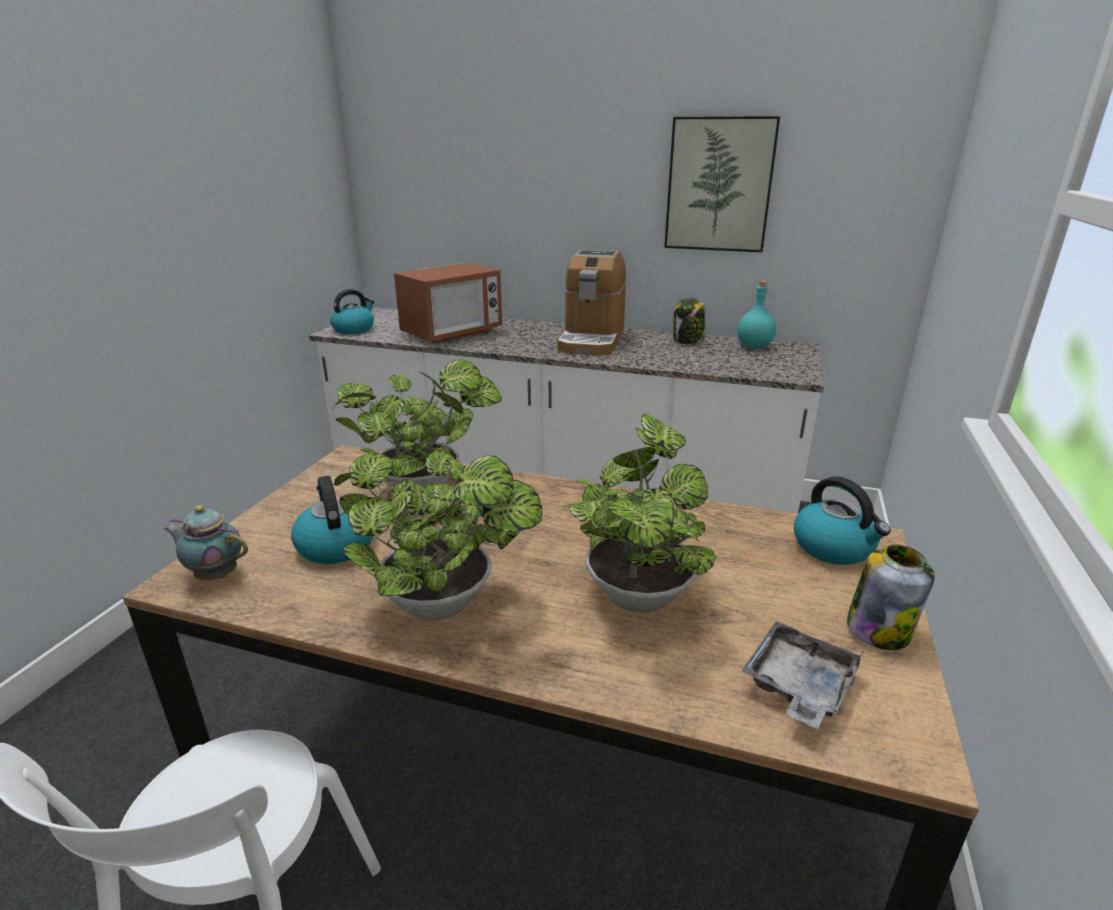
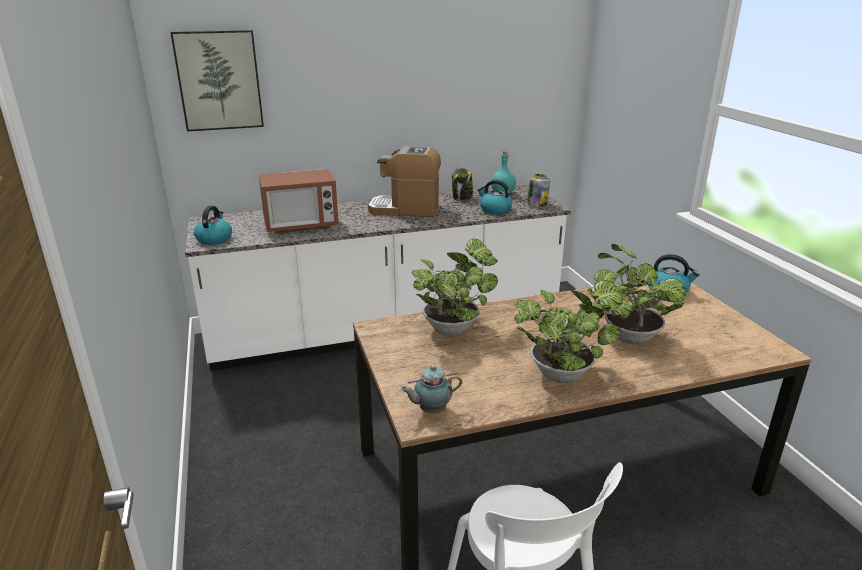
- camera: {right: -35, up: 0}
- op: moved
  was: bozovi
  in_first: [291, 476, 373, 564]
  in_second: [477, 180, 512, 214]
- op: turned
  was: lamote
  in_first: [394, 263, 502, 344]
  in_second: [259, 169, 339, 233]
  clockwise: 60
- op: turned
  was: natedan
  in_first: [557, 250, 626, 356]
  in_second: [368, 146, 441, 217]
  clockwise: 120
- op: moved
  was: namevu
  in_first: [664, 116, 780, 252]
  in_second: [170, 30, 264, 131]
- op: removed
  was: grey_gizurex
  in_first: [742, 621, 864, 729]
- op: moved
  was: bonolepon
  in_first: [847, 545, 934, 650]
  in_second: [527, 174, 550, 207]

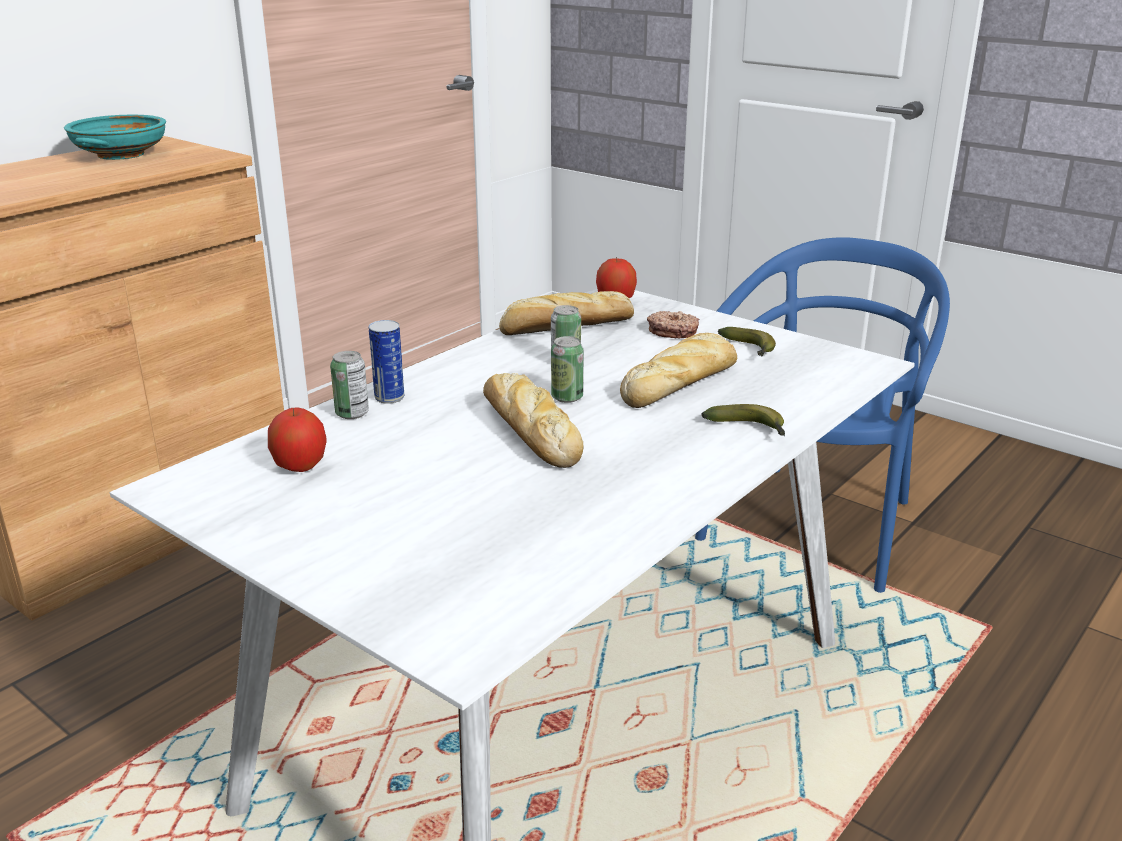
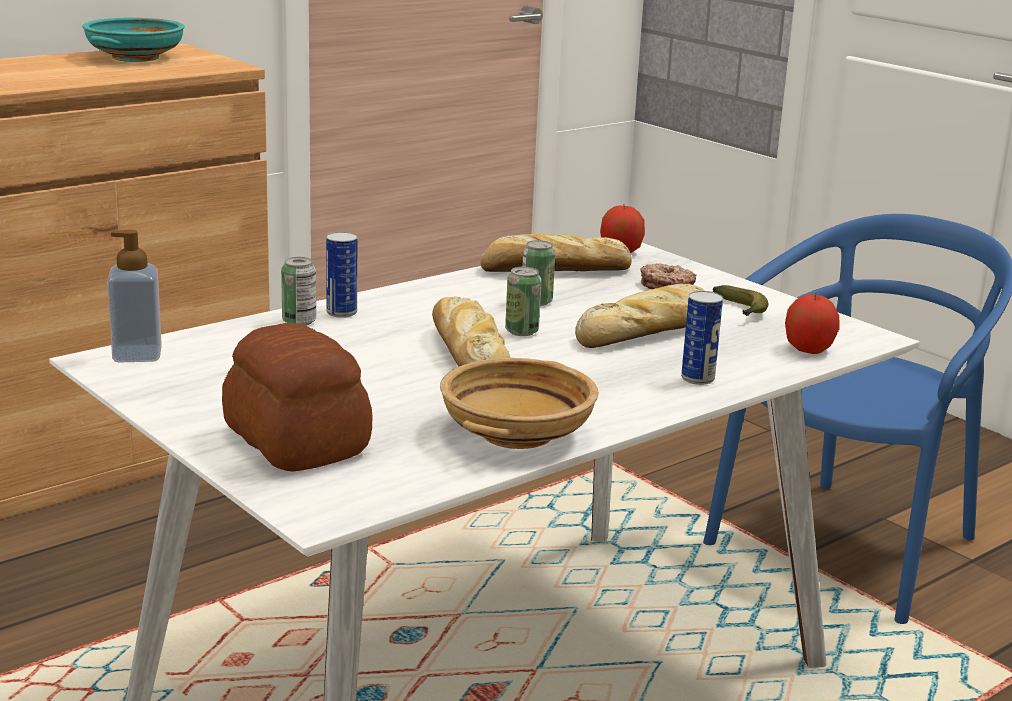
- camera: {right: 10, up: -5}
- op: moved
  was: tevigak
  in_first: [268, 407, 326, 472]
  in_second: [785, 294, 840, 354]
- op: replaced
  was: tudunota
  now: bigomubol
  in_first: [702, 404, 785, 436]
  in_second: [681, 291, 723, 385]
- op: added
  now: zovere
  in_second: [107, 230, 162, 362]
- op: added
  now: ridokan
  in_second: [222, 323, 372, 472]
- op: added
  now: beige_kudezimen
  in_second: [440, 358, 599, 449]

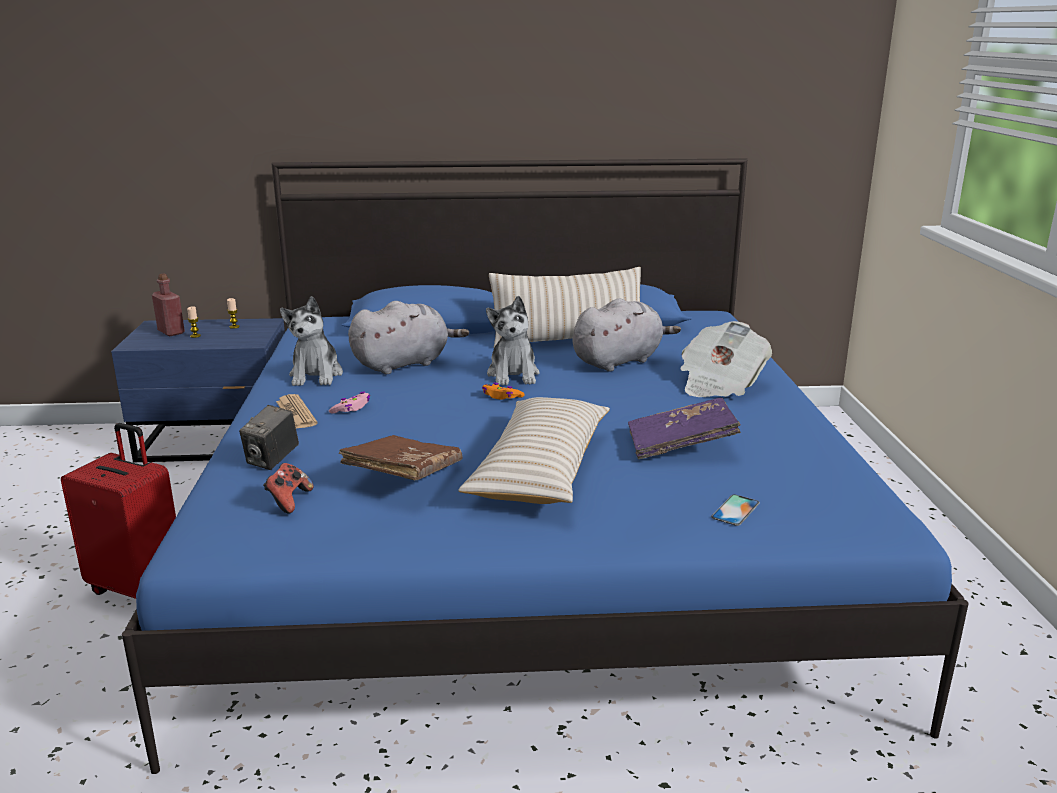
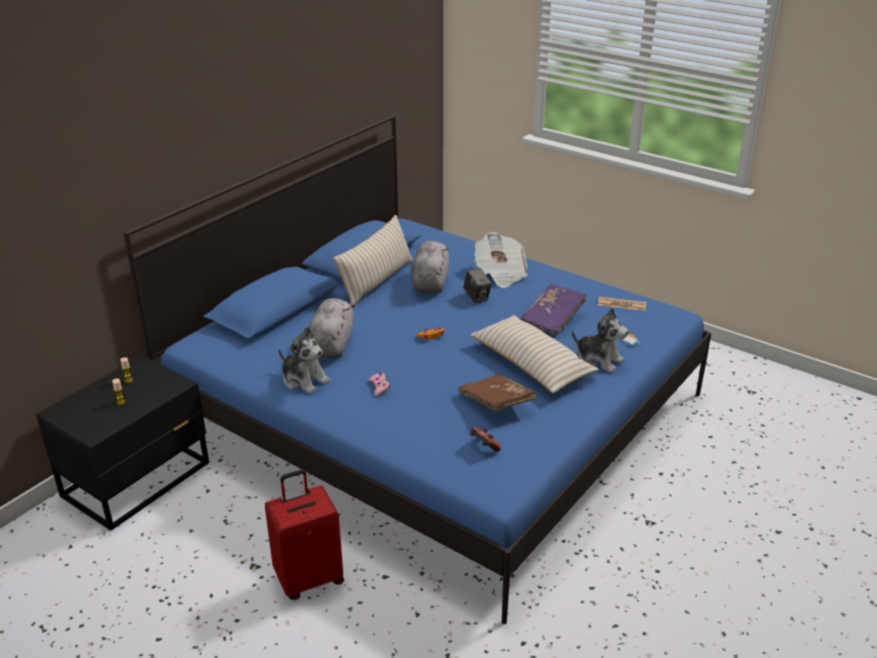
- camera: {right: -50, up: 10}
- op: recoloured
  was: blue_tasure
  now: black_tasure
  in_first: [111, 318, 285, 462]
  in_second: [36, 355, 209, 531]
- op: removed
  was: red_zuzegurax
  in_first: [152, 273, 185, 336]
- op: moved
  was: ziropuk
  in_first: [239, 405, 299, 470]
  in_second: [463, 268, 492, 303]
- op: moved
  was: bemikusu
  in_first: [276, 394, 318, 428]
  in_second: [598, 297, 646, 311]
- op: moved
  was: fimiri
  in_first: [486, 296, 540, 385]
  in_second: [572, 308, 629, 373]

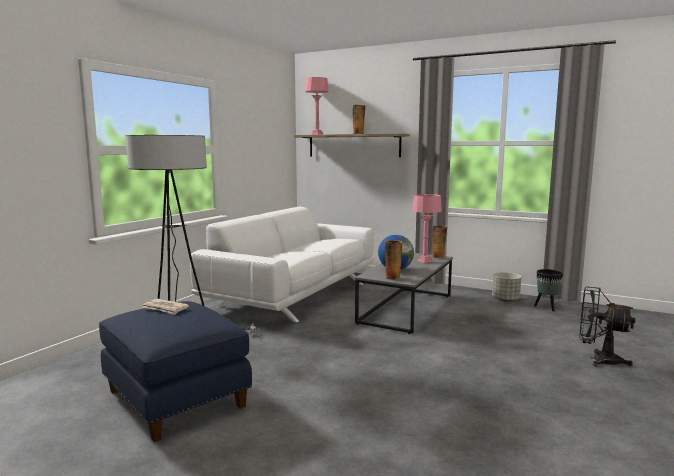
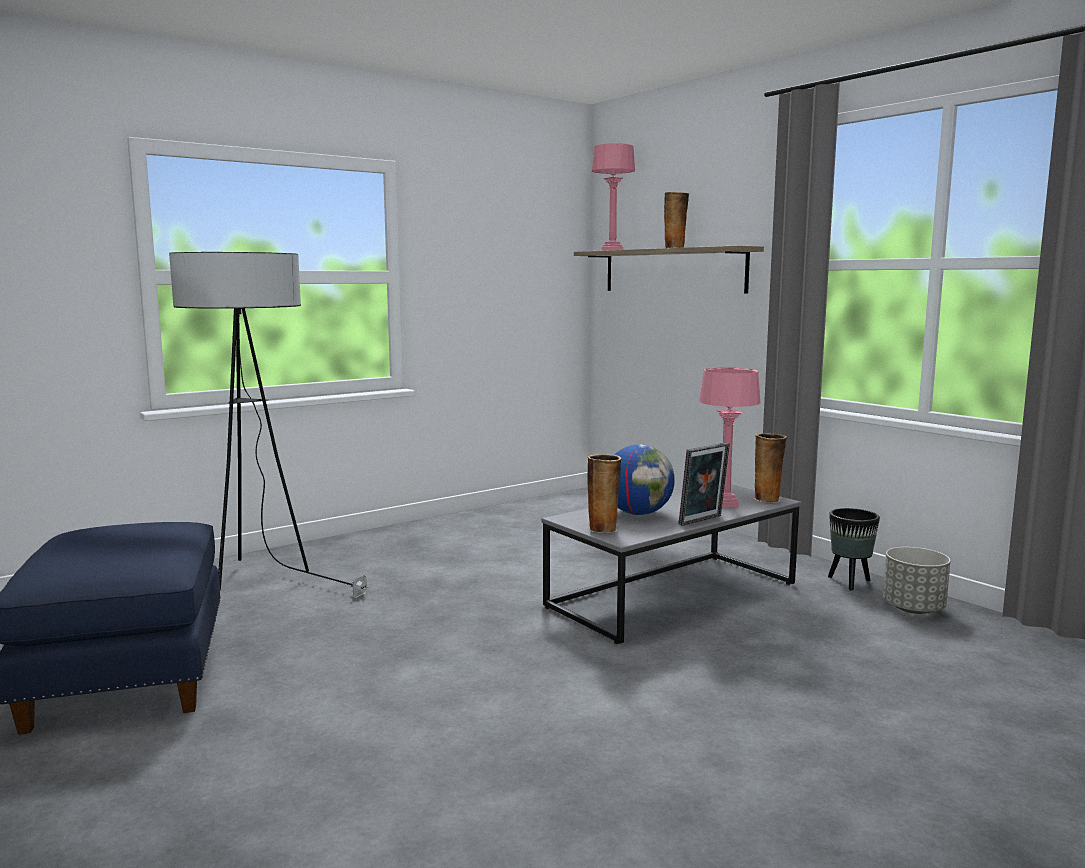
- camera: {right: 25, up: 0}
- op: removed
  was: bemikusu
  in_first: [143, 299, 189, 315]
- op: removed
  was: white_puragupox
  in_first: [190, 207, 374, 322]
- op: moved
  was: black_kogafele
  in_first: [534, 269, 563, 311]
  in_second: [828, 508, 880, 590]
- op: removed
  was: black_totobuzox
  in_first: [579, 287, 635, 367]
- op: added
  now: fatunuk
  in_second: [679, 443, 730, 526]

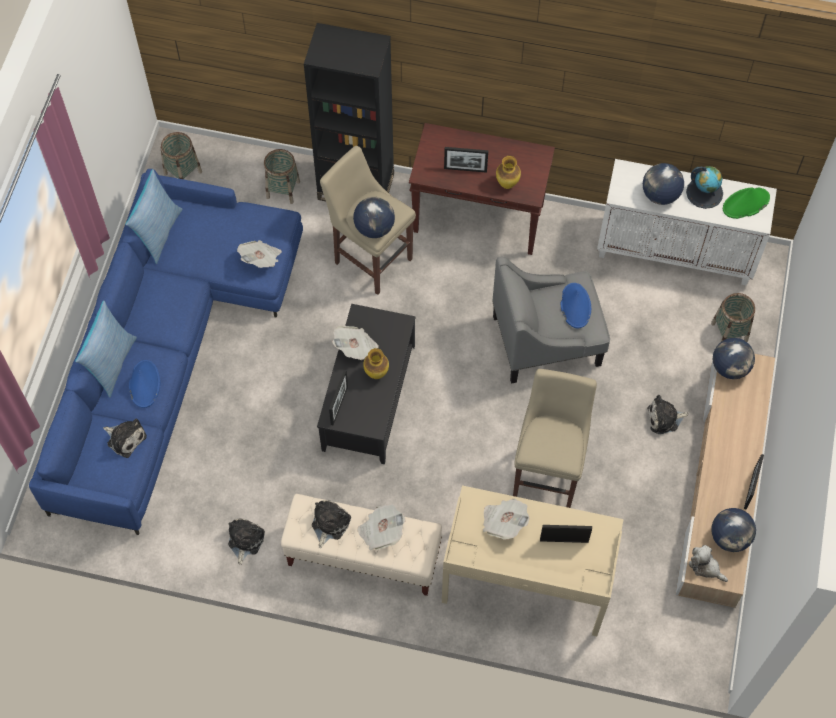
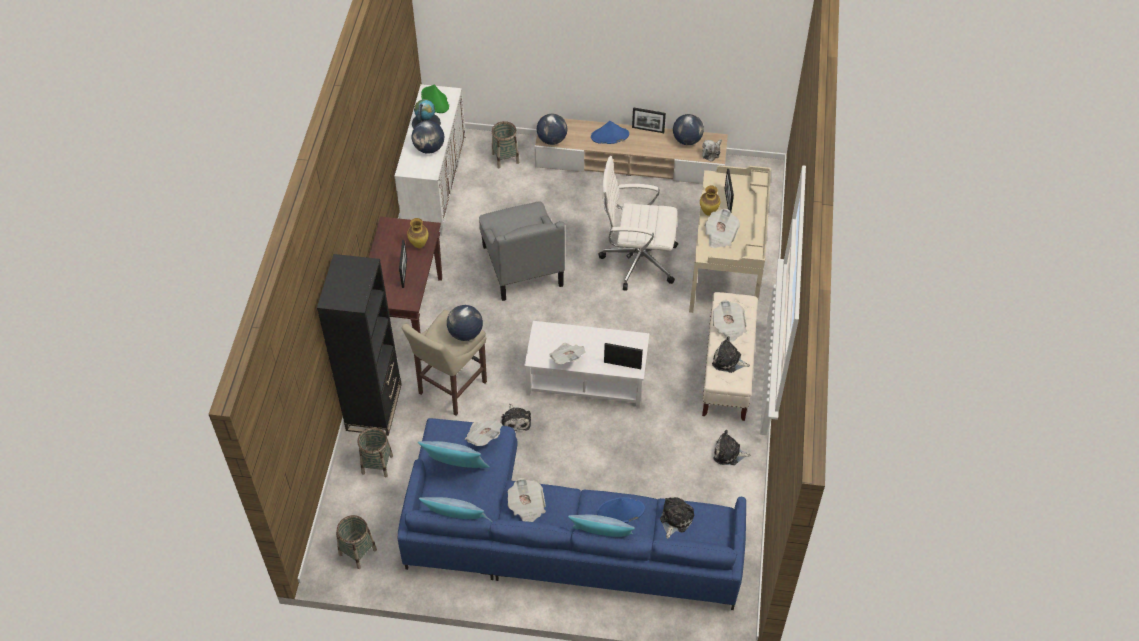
- camera: {right: -95, up: -10}
- op: recoloured
  was: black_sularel
  now: white_sularel
  in_first: [317, 304, 416, 464]
  in_second: [524, 321, 649, 408]
- op: moved
  was: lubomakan
  in_first: [363, 348, 389, 379]
  in_second: [700, 185, 720, 216]
- op: replaced
  was: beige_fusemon
  now: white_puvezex
  in_first: [513, 369, 597, 508]
  in_second: [598, 156, 678, 291]
- op: moved
  was: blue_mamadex
  in_first: [561, 283, 592, 328]
  in_second: [591, 121, 629, 144]
- op: moved
  was: fimiri
  in_first: [647, 395, 689, 434]
  in_second: [501, 404, 531, 431]
- op: added
  now: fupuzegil
  in_second: [418, 441, 490, 468]
- op: added
  now: bemikusu
  in_second: [508, 478, 546, 522]

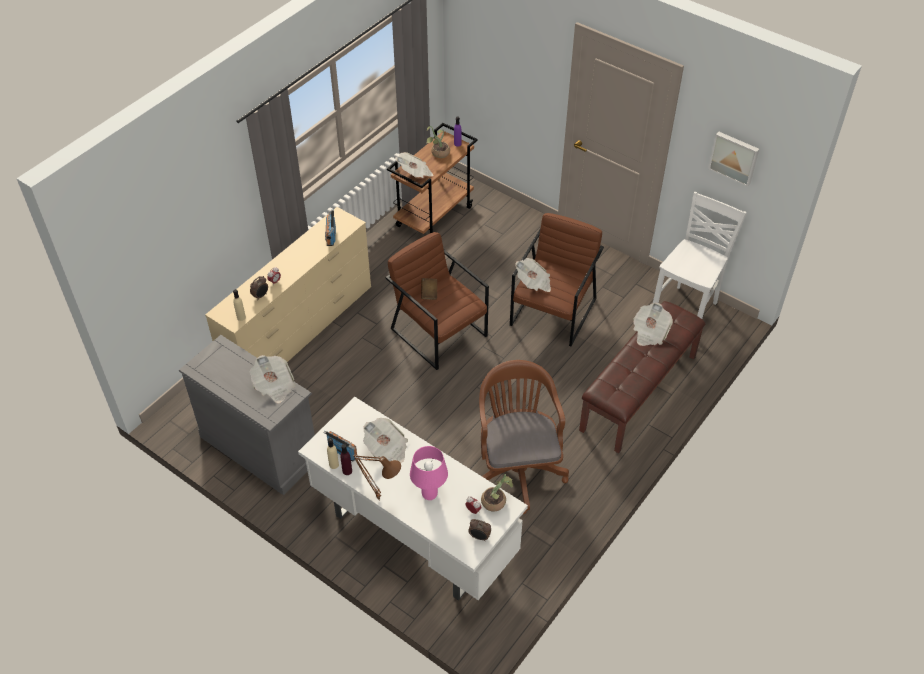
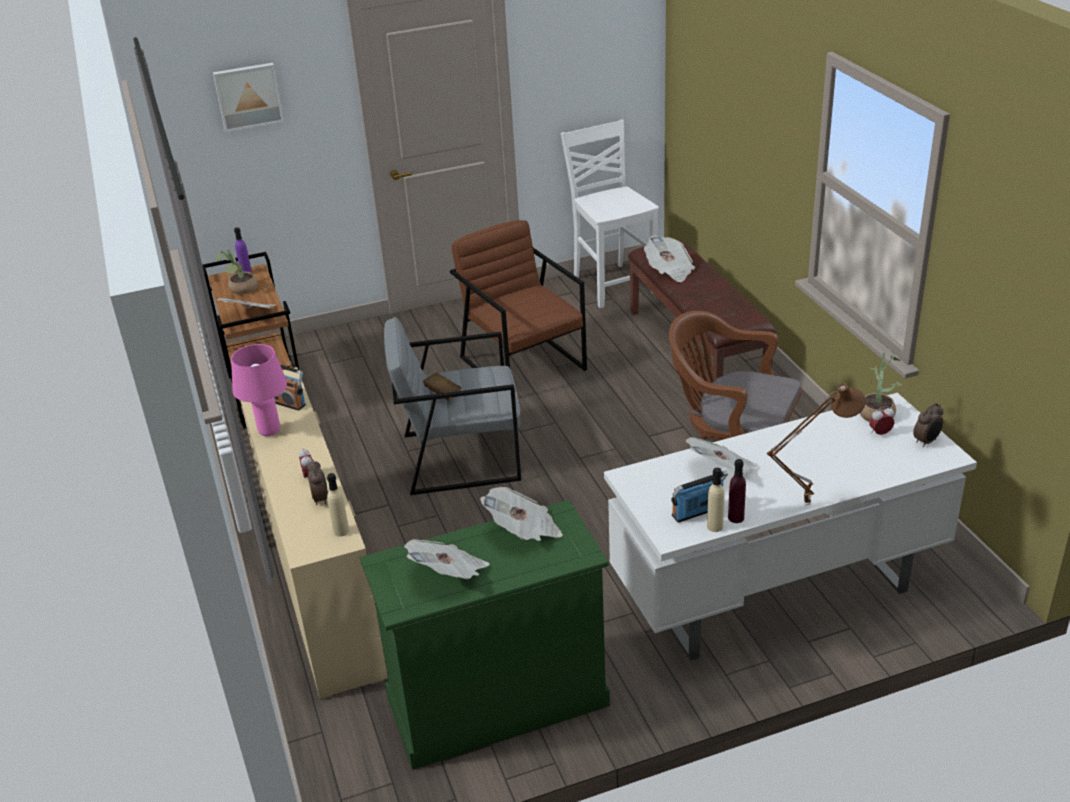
- camera: {right: -55, up: -15}
- op: recoloured
  was: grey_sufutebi
  now: green_sufutebi
  in_first: [179, 335, 315, 495]
  in_second: [360, 500, 610, 770]
- op: recoloured
  was: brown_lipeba
  now: grey_lipeba
  in_first: [385, 232, 489, 370]
  in_second: [384, 317, 521, 495]
- op: moved
  was: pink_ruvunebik
  in_first: [410, 446, 448, 500]
  in_second: [231, 344, 287, 436]
- op: moved
  was: bemikusu
  in_first: [515, 258, 551, 292]
  in_second: [405, 539, 490, 579]
- op: moved
  was: namevu
  in_first: [708, 131, 759, 187]
  in_second: [213, 63, 284, 132]

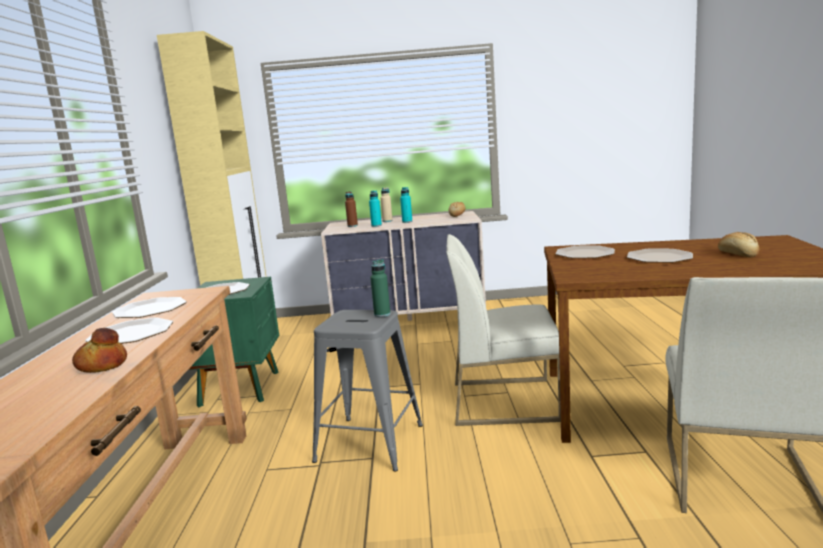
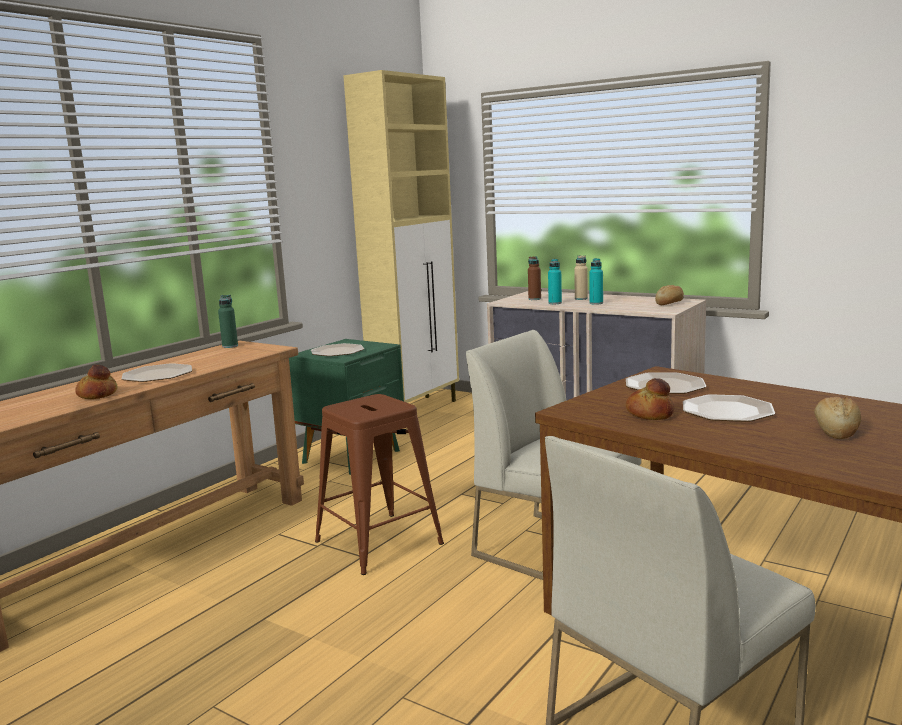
- camera: {right: 35, up: 0}
- op: removed
  was: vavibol
  in_first: [112, 297, 187, 318]
- op: recoloured
  was: grey_fusemon
  now: brown_fusemon
  in_first: [312, 310, 423, 472]
  in_second: [315, 394, 444, 575]
- op: moved
  was: green_zuzegurax
  in_first: [370, 259, 391, 317]
  in_second: [218, 295, 238, 348]
- op: added
  now: ridokan
  in_second: [626, 378, 674, 420]

